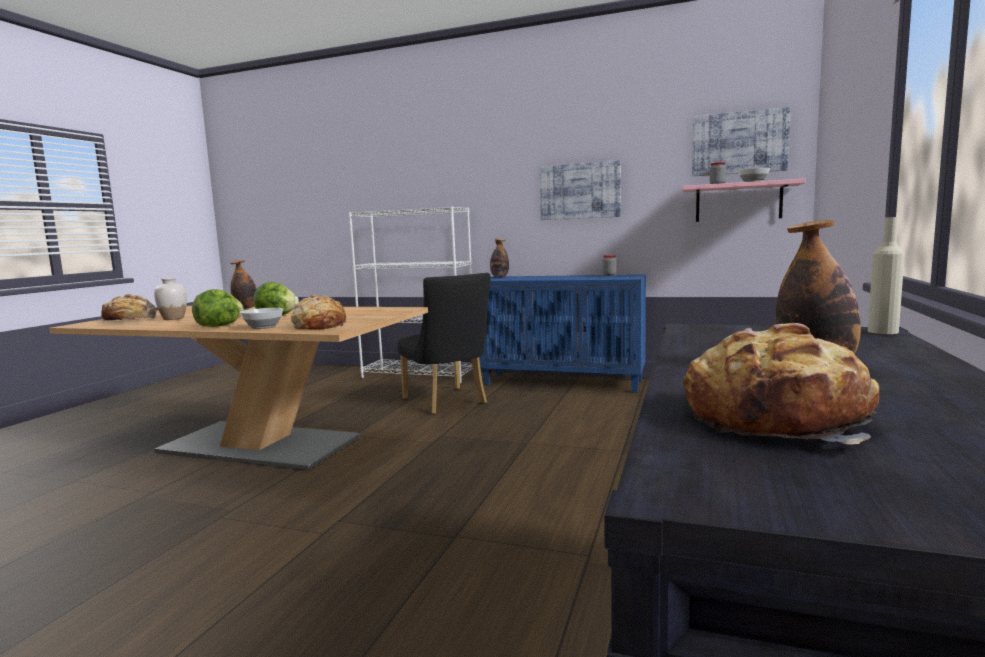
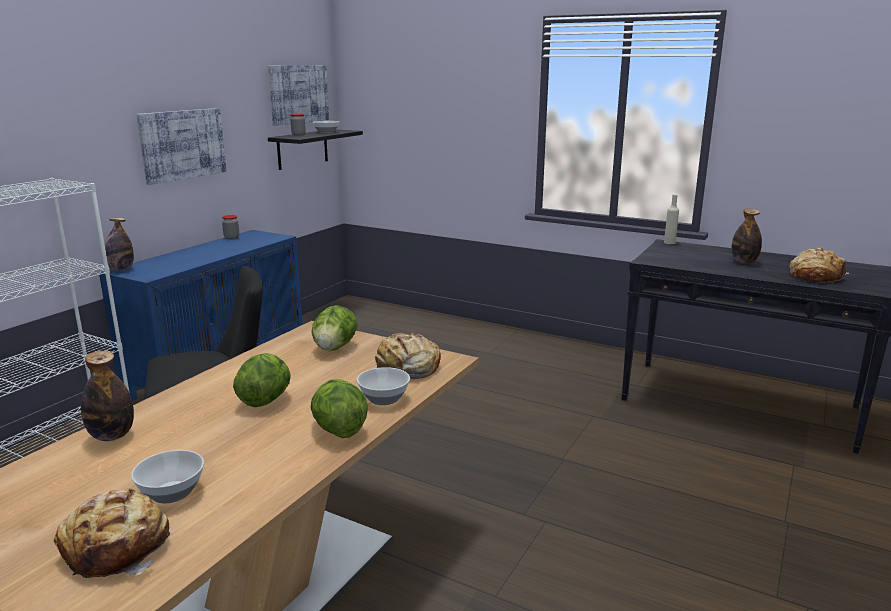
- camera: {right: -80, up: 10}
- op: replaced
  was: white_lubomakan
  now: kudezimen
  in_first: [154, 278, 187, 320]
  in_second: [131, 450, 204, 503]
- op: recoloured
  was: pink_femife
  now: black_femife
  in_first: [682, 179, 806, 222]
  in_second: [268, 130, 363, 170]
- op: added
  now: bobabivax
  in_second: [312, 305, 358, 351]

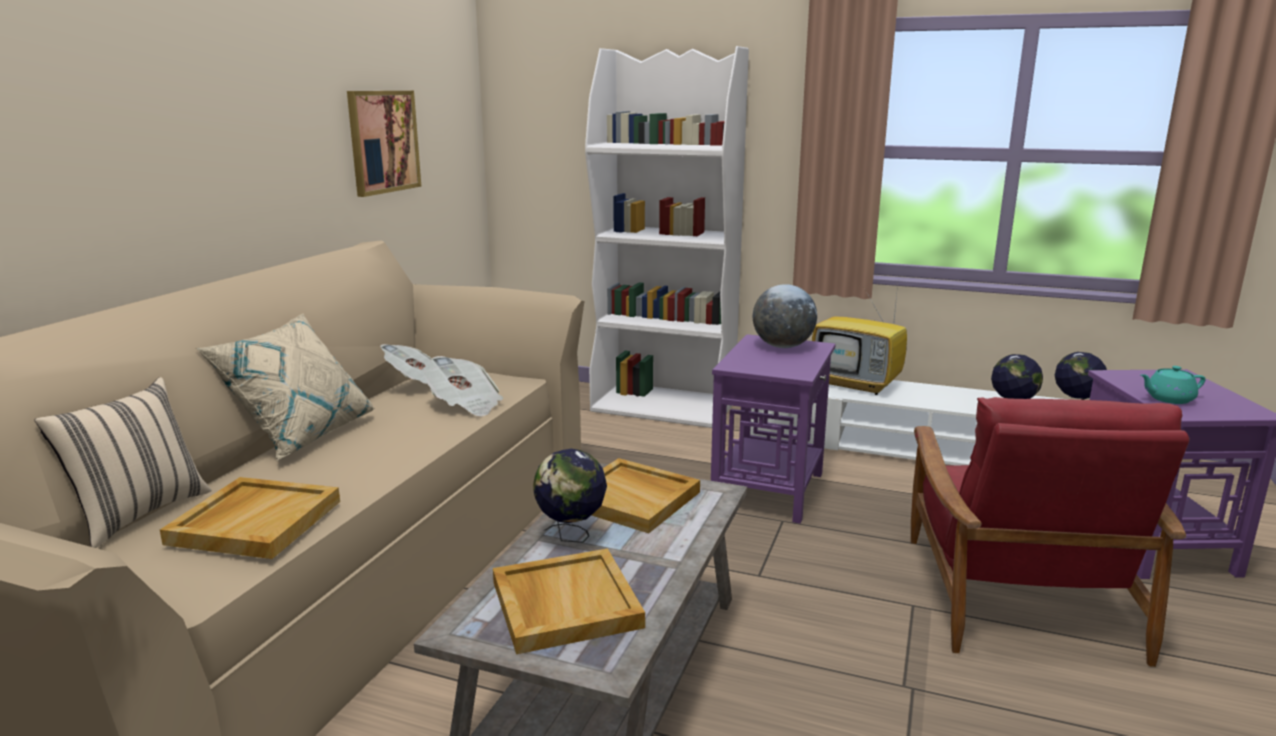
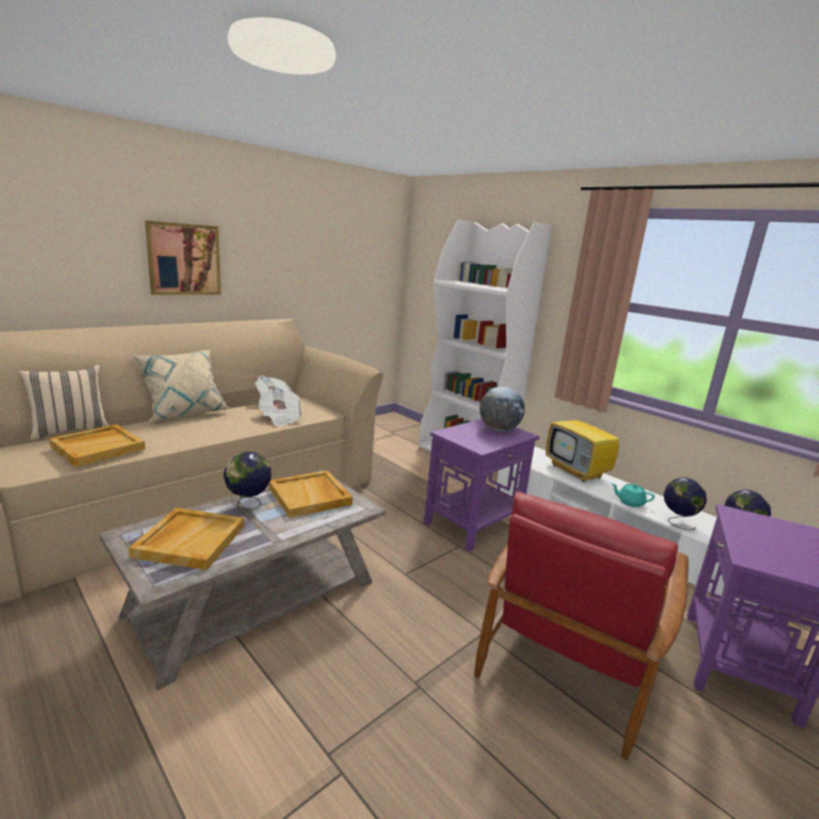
- camera: {right: 25, up: 0}
- op: moved
  was: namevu
  in_first: [347, 91, 421, 197]
  in_second: [145, 221, 221, 295]
- op: moved
  was: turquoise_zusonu
  in_first: [1141, 366, 1205, 404]
  in_second: [611, 483, 655, 507]

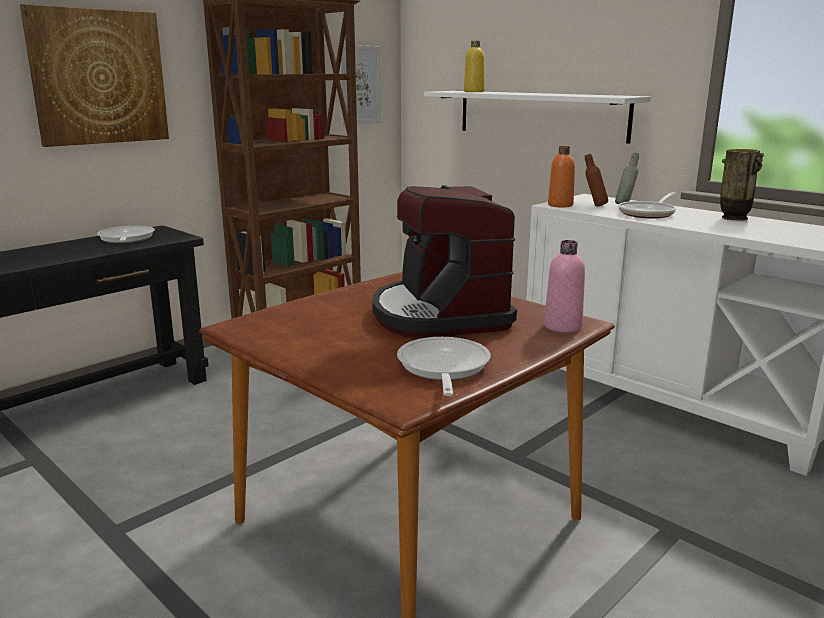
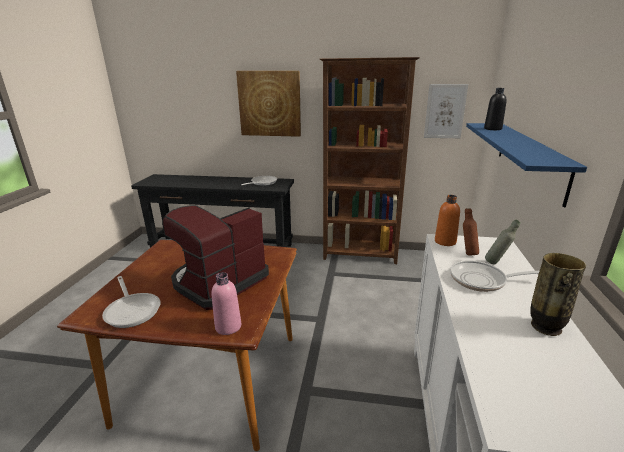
- camera: {right: 55, up: 5}
- op: turned
  was: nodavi
  in_first: [397, 337, 490, 396]
  in_second: [102, 276, 161, 328]
  clockwise: 90
- op: recoloured
  was: white_femife
  now: blue_femife
  in_first: [424, 91, 651, 144]
  in_second: [466, 123, 587, 207]
- op: recoloured
  was: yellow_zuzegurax
  now: black_zuzegurax
  in_first: [464, 41, 485, 92]
  in_second: [484, 88, 507, 130]

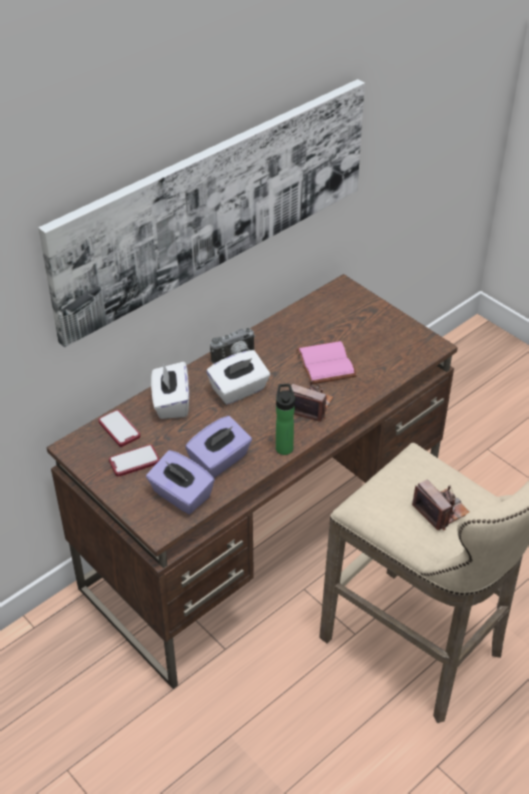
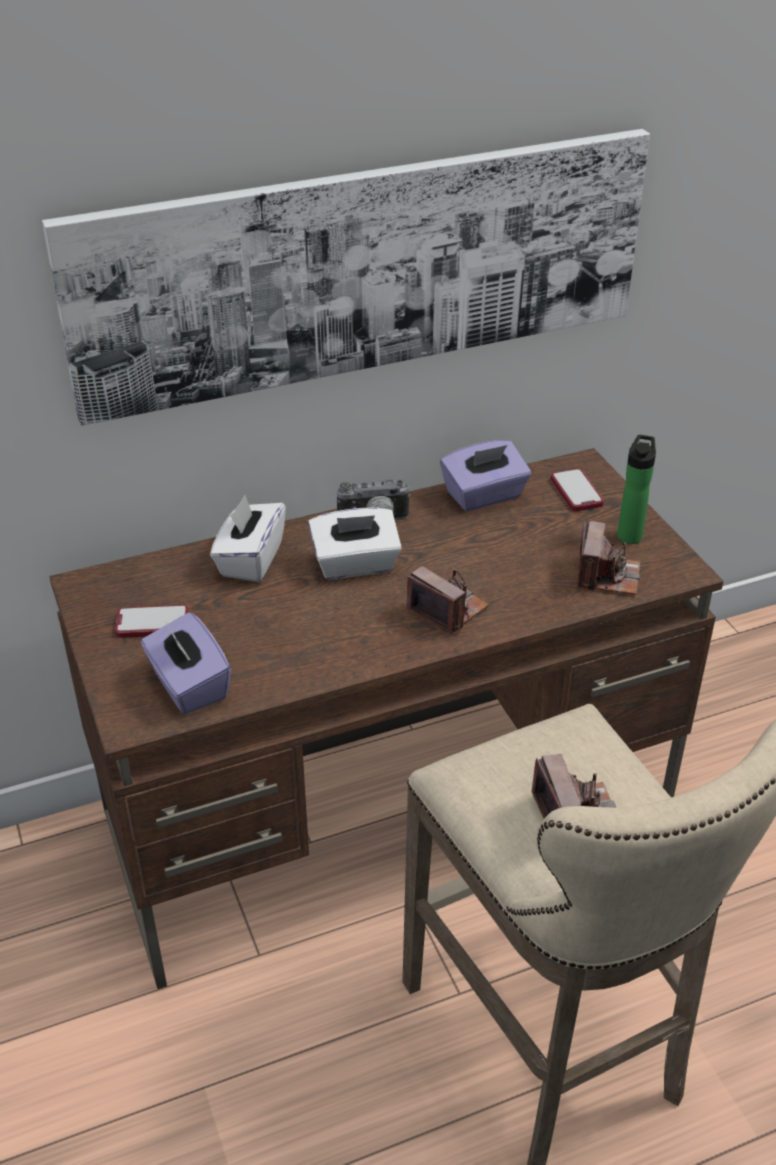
- camera: {right: 20, up: -5}
- op: moved
  was: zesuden
  in_first: [98, 410, 140, 447]
  in_second: [551, 469, 604, 511]
- op: moved
  was: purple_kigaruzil
  in_first: [185, 416, 252, 478]
  in_second: [440, 440, 531, 511]
- op: moved
  was: zuzegurax
  in_first: [276, 384, 295, 455]
  in_second: [617, 435, 656, 544]
- op: removed
  was: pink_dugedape
  in_first: [297, 341, 357, 384]
- op: added
  now: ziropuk
  in_second: [577, 521, 640, 595]

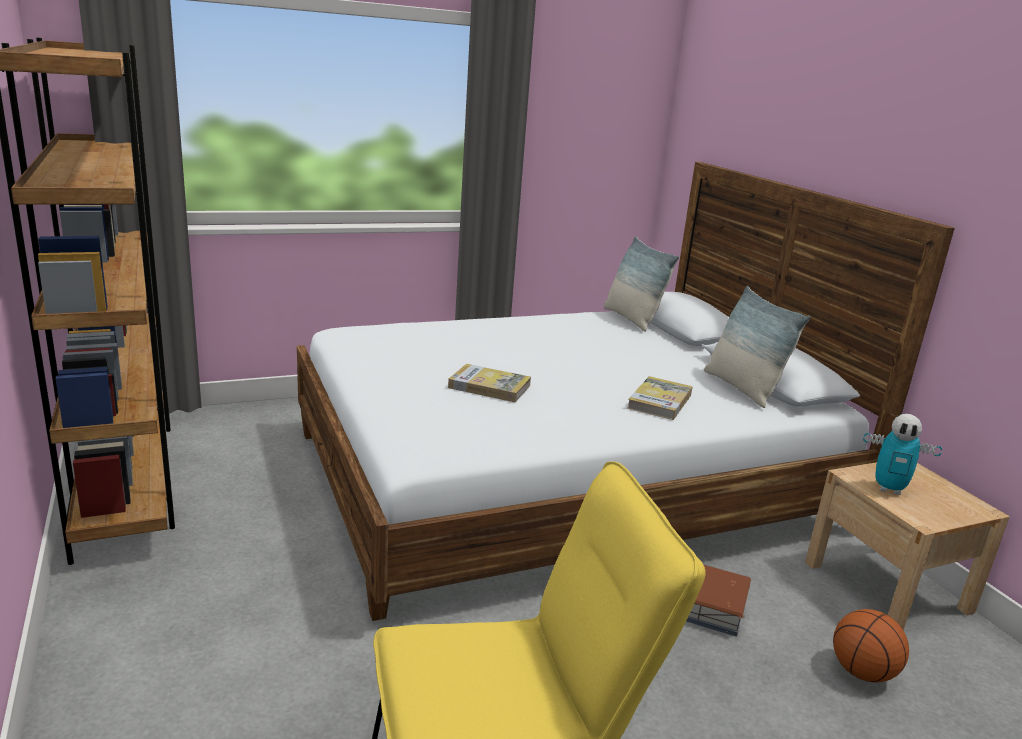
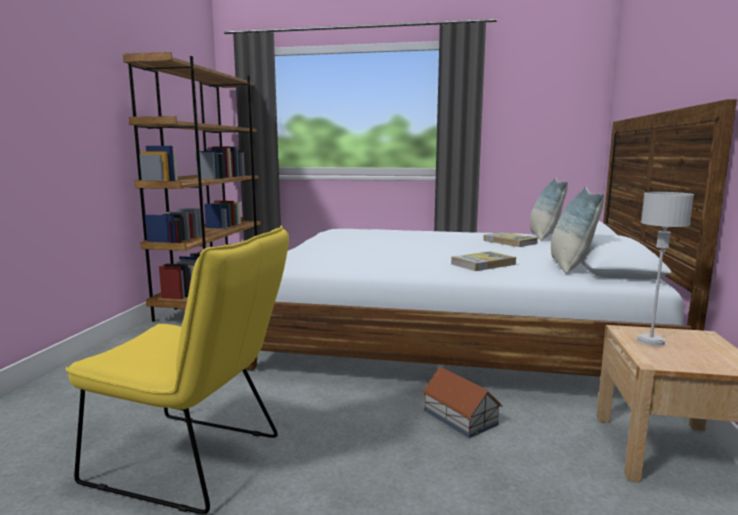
- camera: {right: 35, up: -10}
- op: moved
  was: dugedape
  in_first: [448, 364, 531, 402]
  in_second: [483, 232, 538, 247]
- op: removed
  was: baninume
  in_first: [833, 609, 909, 682]
- op: replaced
  was: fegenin
  now: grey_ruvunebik
  in_first: [863, 414, 942, 495]
  in_second: [636, 192, 694, 347]

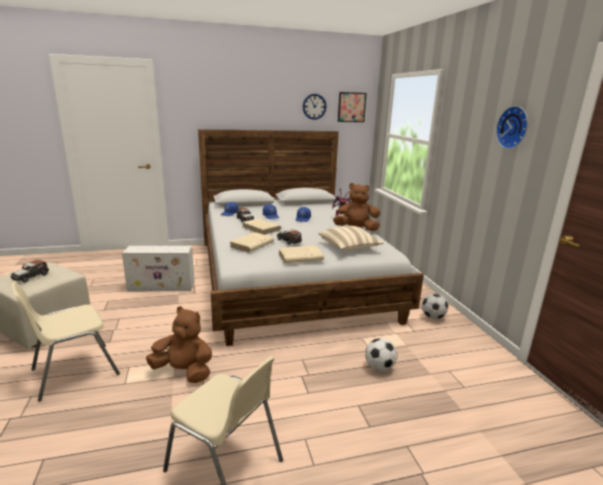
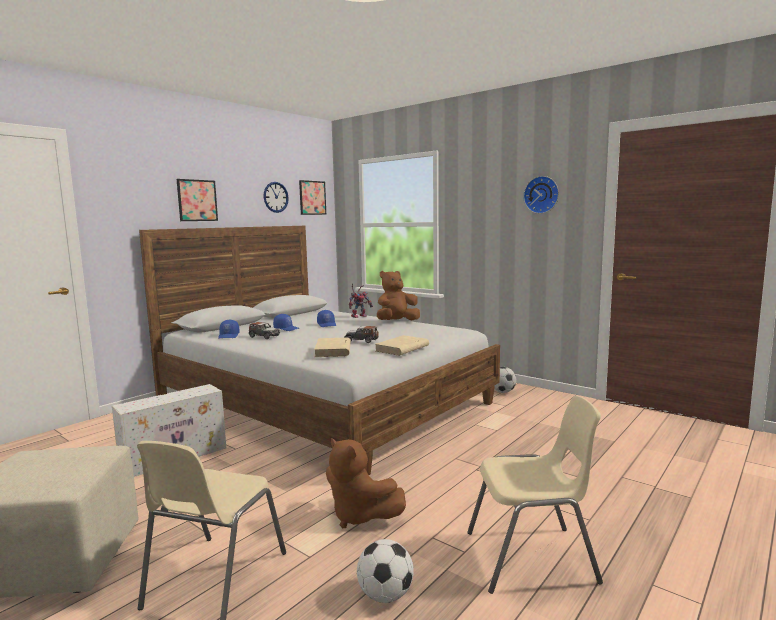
- camera: {right: -35, up: -10}
- op: removed
  was: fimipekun
  in_first: [11, 260, 49, 283]
- op: turned
  was: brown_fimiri
  in_first: [146, 306, 212, 383]
  in_second: [326, 438, 406, 528]
  clockwise: -120
- op: removed
  was: beige_dugedape
  in_first: [243, 218, 281, 235]
- op: removed
  was: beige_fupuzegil
  in_first: [319, 226, 384, 251]
- op: moved
  was: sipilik
  in_first: [365, 338, 397, 371]
  in_second: [357, 539, 414, 603]
- op: added
  now: namevu
  in_second: [177, 179, 218, 221]

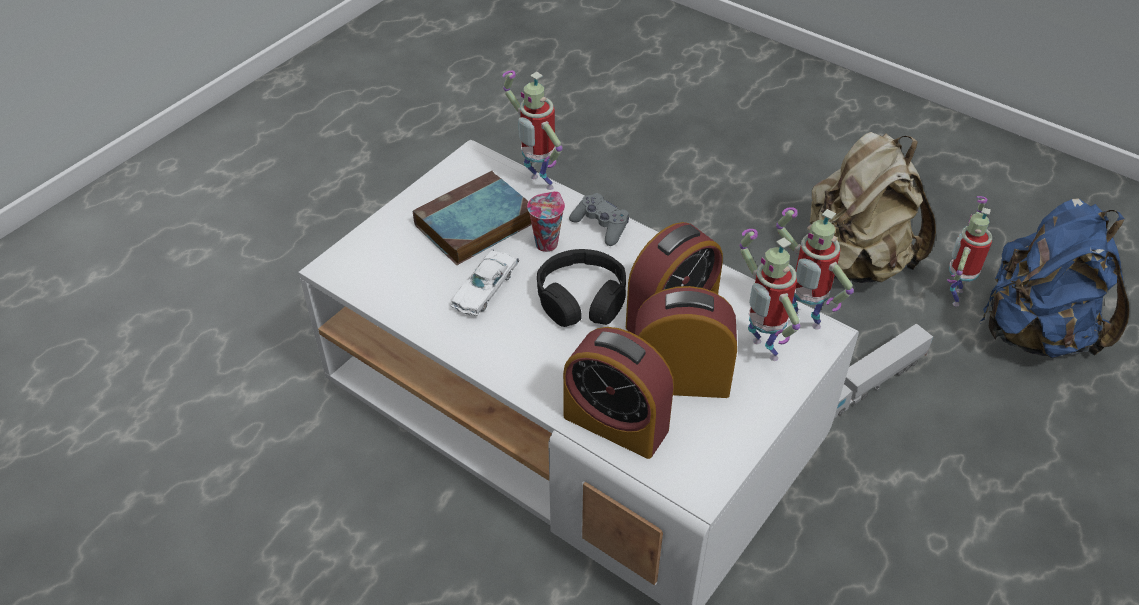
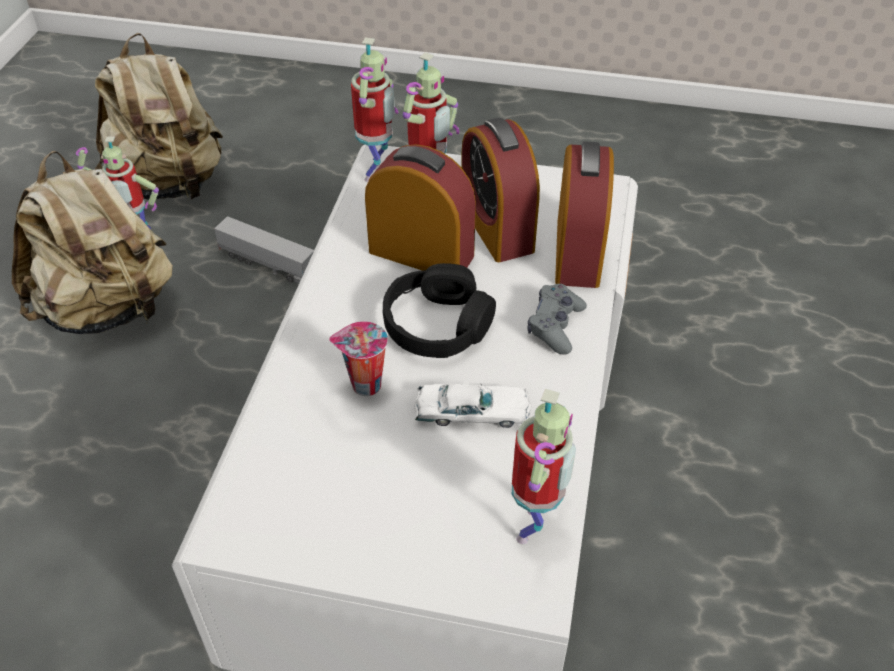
- camera: {right: -115, up: 0}
- op: removed
  was: dugedape
  in_first: [413, 171, 532, 265]
- op: moved
  was: fegenin
  in_first: [502, 71, 563, 190]
  in_second: [512, 389, 576, 544]
- op: moved
  was: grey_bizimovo
  in_first: [569, 193, 629, 246]
  in_second: [527, 284, 587, 355]
- op: recoloured
  was: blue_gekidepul
  now: beige_gekidepul
  in_first: [981, 198, 1129, 358]
  in_second: [95, 33, 223, 201]

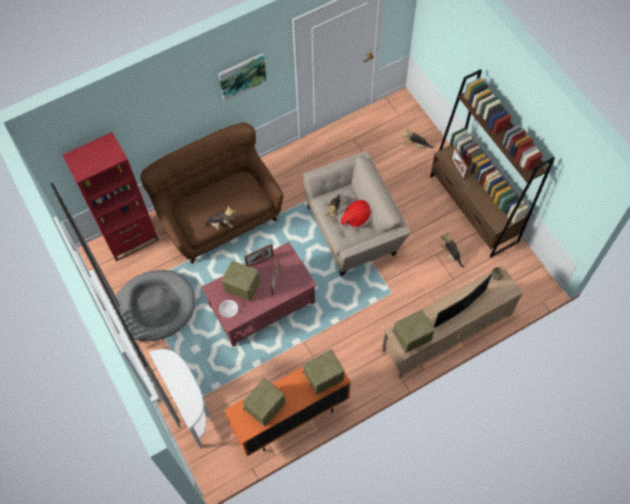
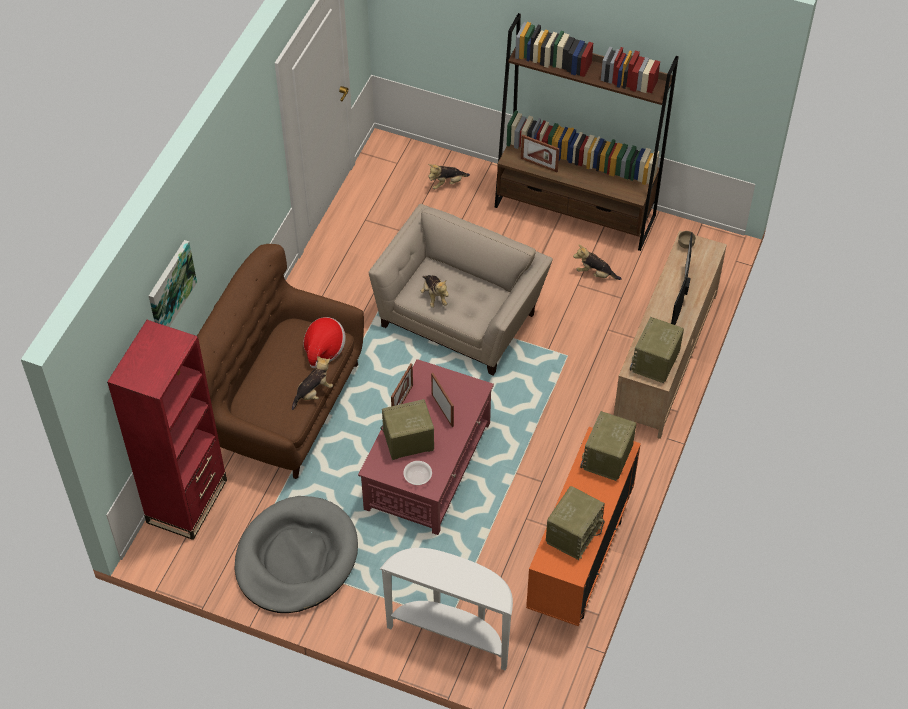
- camera: {right: -40, up: -10}
- op: moved
  was: namevu
  in_first: [218, 53, 267, 101]
  in_second: [149, 240, 197, 327]
- op: turned
  was: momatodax
  in_first: [243, 378, 286, 426]
  in_second: [546, 486, 605, 560]
  clockwise: -150
- op: moved
  was: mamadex
  in_first: [341, 200, 371, 228]
  in_second: [304, 317, 346, 368]

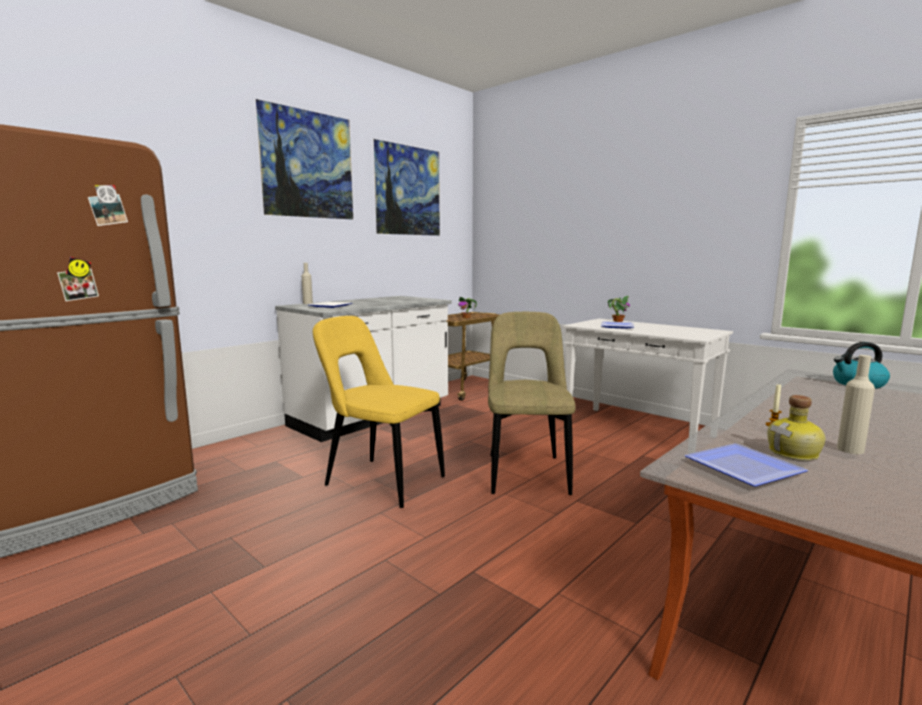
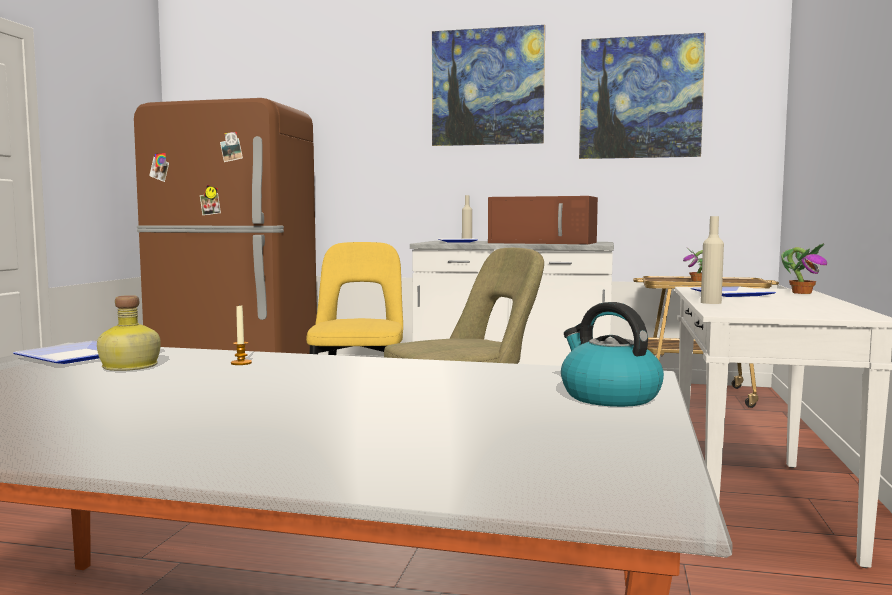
- camera: {right: 60, up: -5}
- op: moved
  was: beige_zuzegurax
  in_first: [837, 355, 875, 454]
  in_second: [701, 216, 724, 304]
- op: added
  now: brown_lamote
  in_second: [488, 196, 598, 244]

